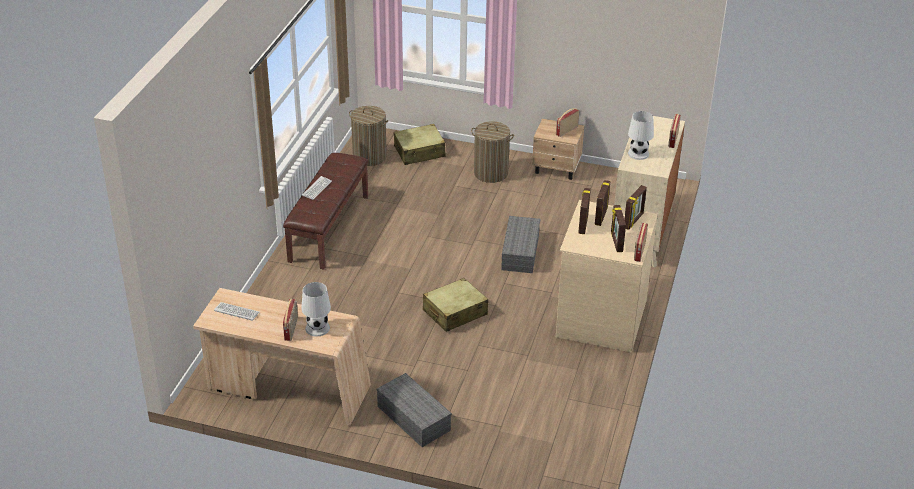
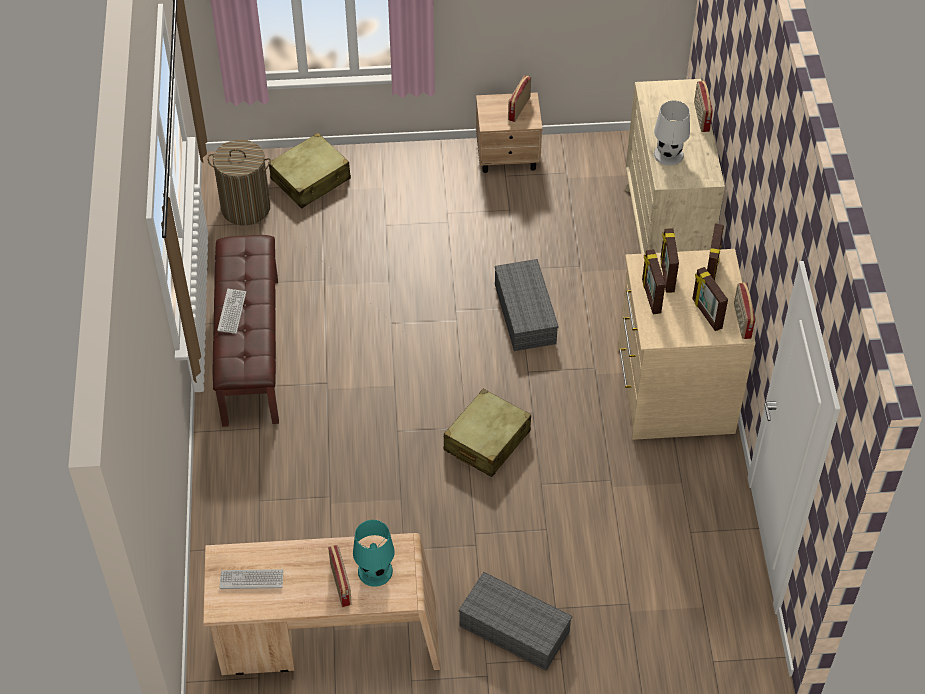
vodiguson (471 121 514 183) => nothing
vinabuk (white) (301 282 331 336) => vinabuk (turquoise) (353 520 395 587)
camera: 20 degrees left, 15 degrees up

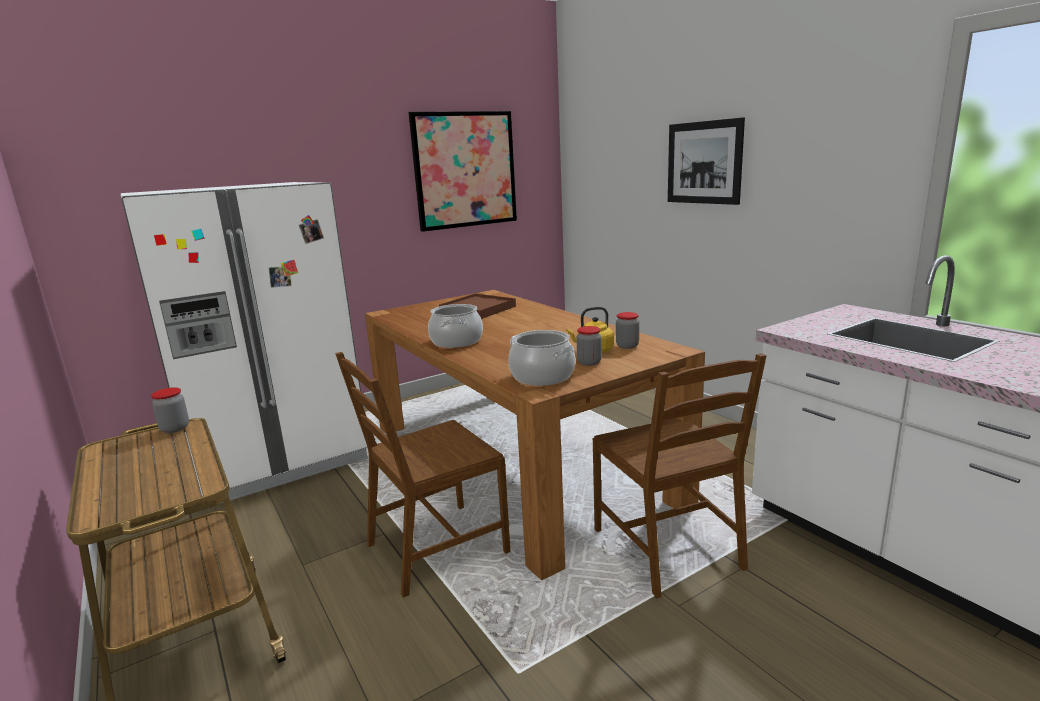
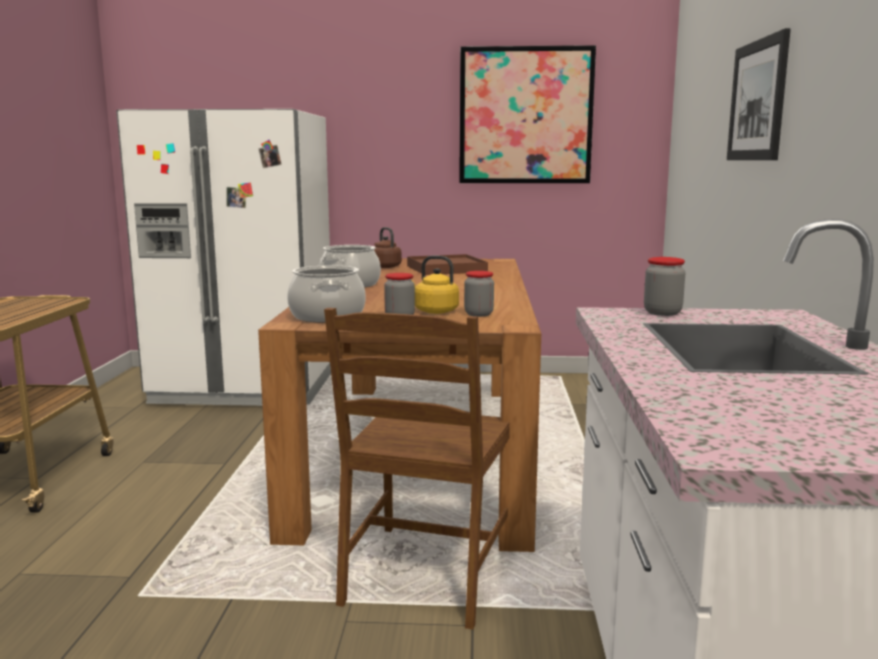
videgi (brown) (335 352 511 598) => nothing
nothing => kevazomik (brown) (374 227 402 268)
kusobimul (151 387 189 433) => kusobimul (644 257 686 316), move
camera: 35 degrees right, 5 degrees down

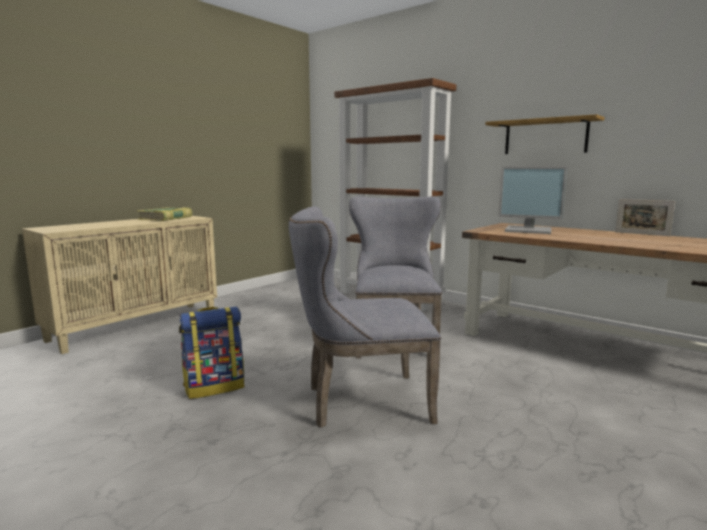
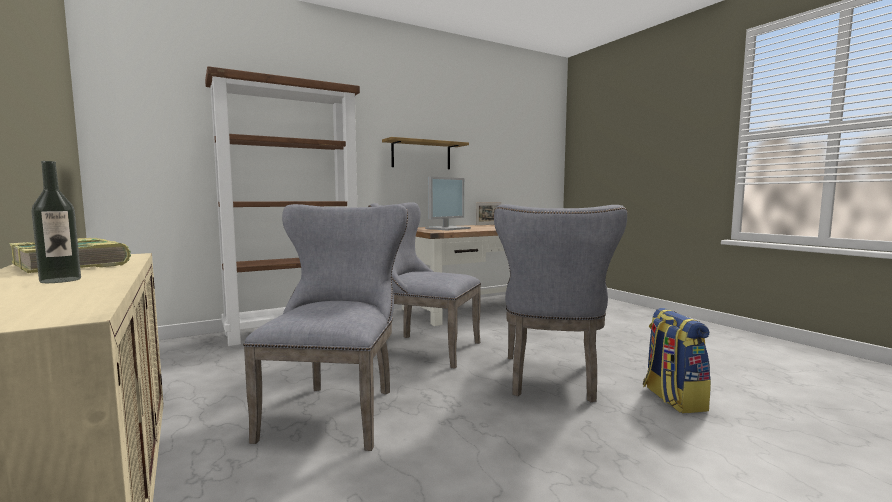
nothing => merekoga (31 161 81 283)
nothing => videgi (grey) (243 204 408 451)
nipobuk (179 307 244 399) => nipobuk (643 308 711 413), move
camera: 70 degrees left, 5 degrees down

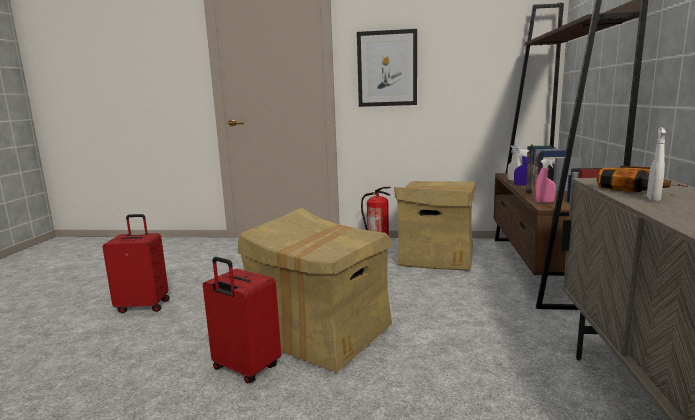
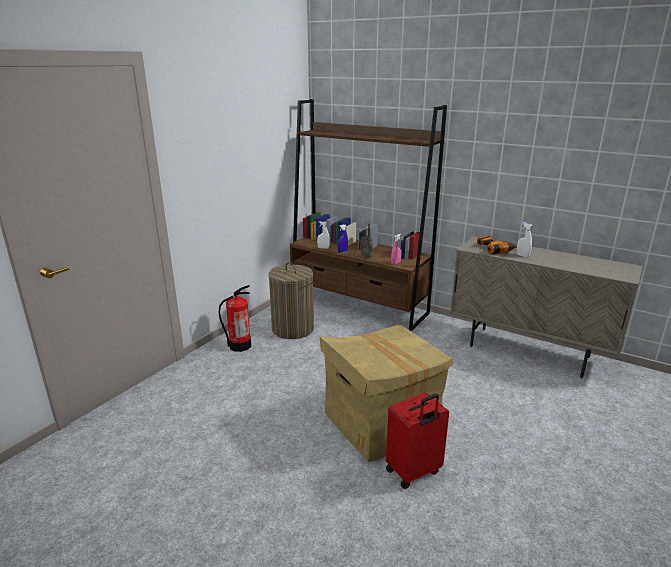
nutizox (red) (103 214 169 313) => nothing
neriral (357 29 417 107) => nothing
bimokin (394 181 476 271) => vodiguson (268 263 314 339)
camera: 65 degrees left, 10 degrees up

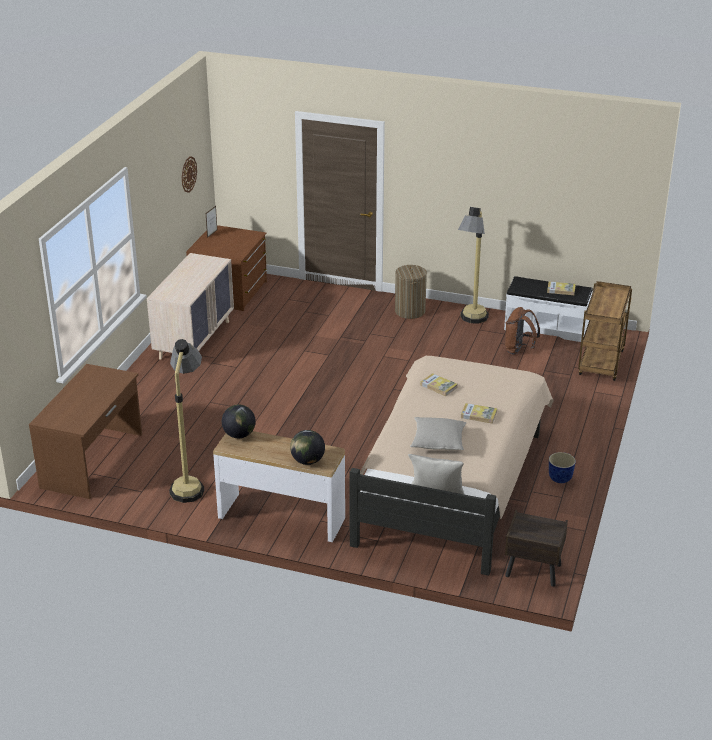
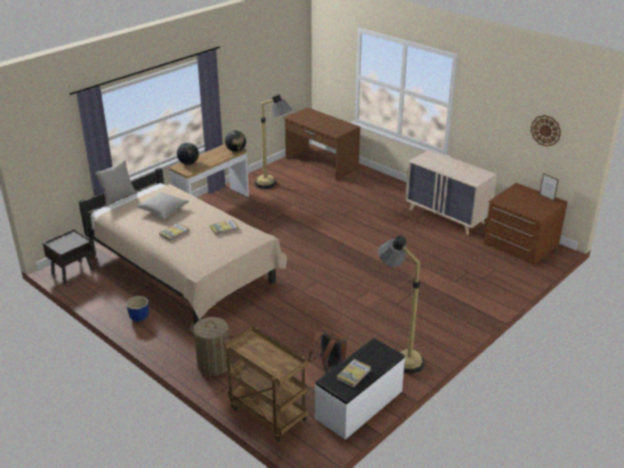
vodiguson (395 265 427 319) => vodiguson (190 317 231 376), move
camera: 115 degrees right, 0 degrees up

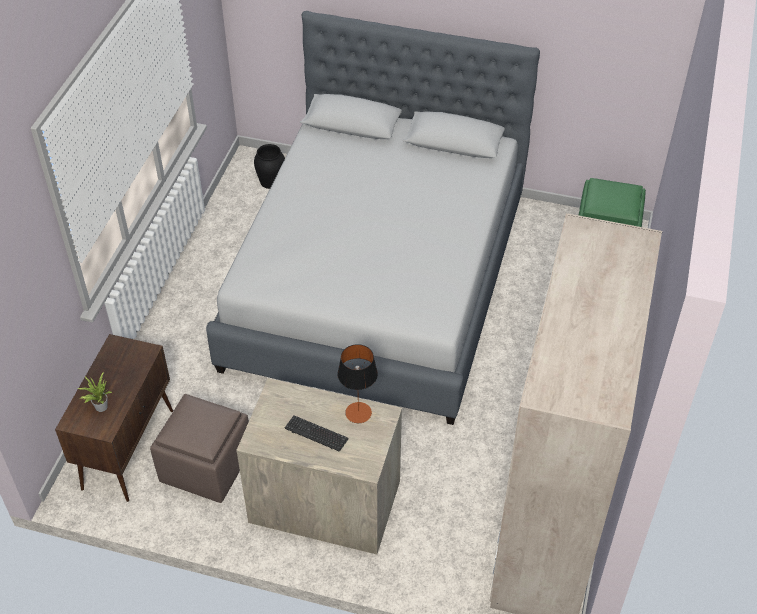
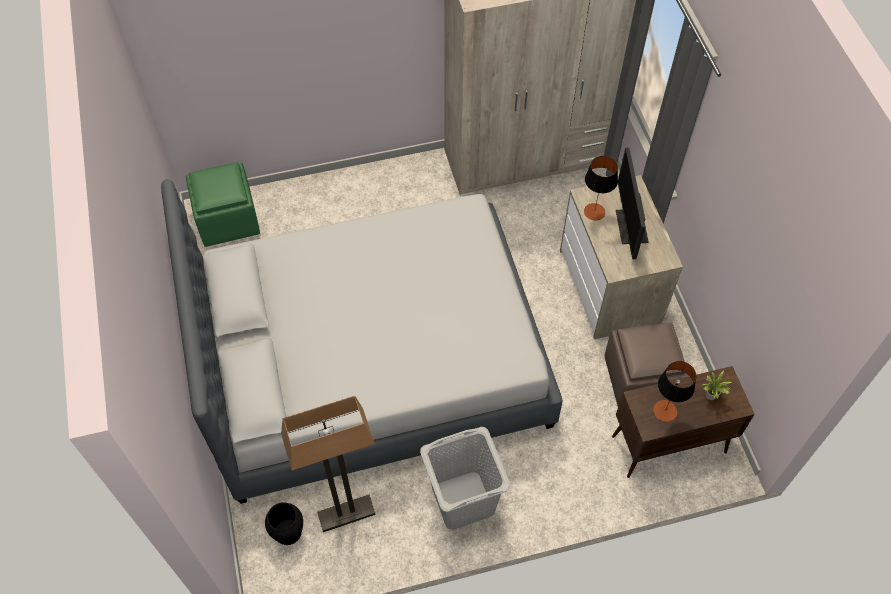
nothing => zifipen (281 396 376 532)
nothing => vodiguson (grey) (420 427 511 530)
nothing => vinabuk (653 361 696 422)
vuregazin (285 416 349 452) => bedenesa (616 148 649 259)
camera: 120 degrees left, 10 degrees up

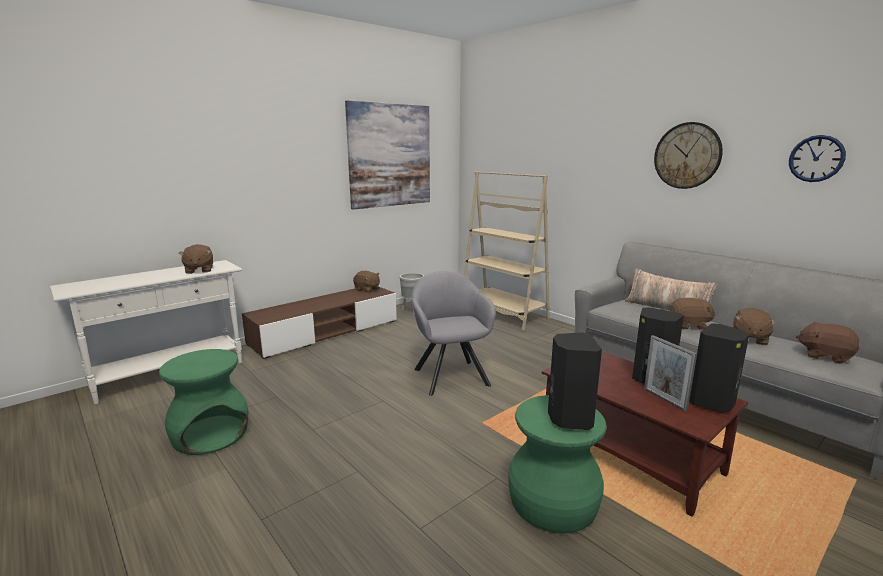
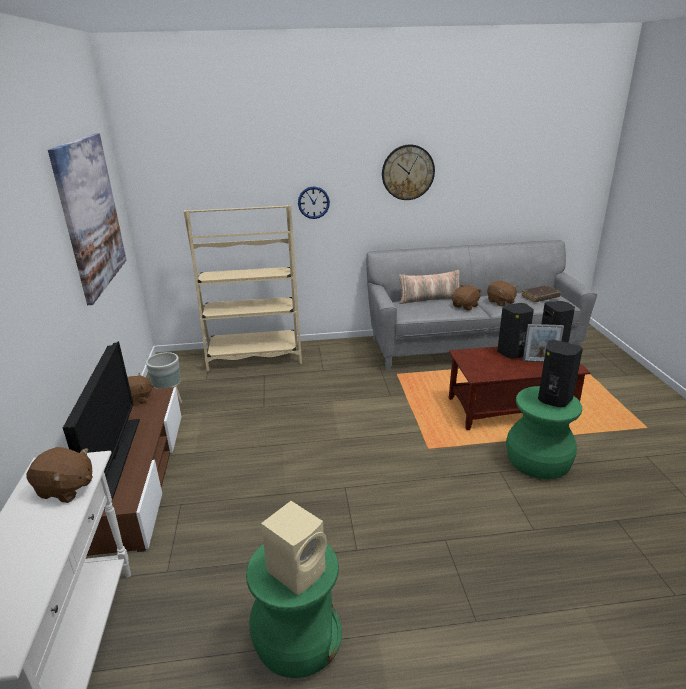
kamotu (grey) (411 271 496 396) => nothing
nothing => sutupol (63 341 140 499)
nothing => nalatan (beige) (261 501 327 596)
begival (789 135 846 182) => begival (298 187 330 219), move
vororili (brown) (796 322 860 364) => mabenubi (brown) (521 286 561 302)
camera: 55 degrees left, 10 degrees up

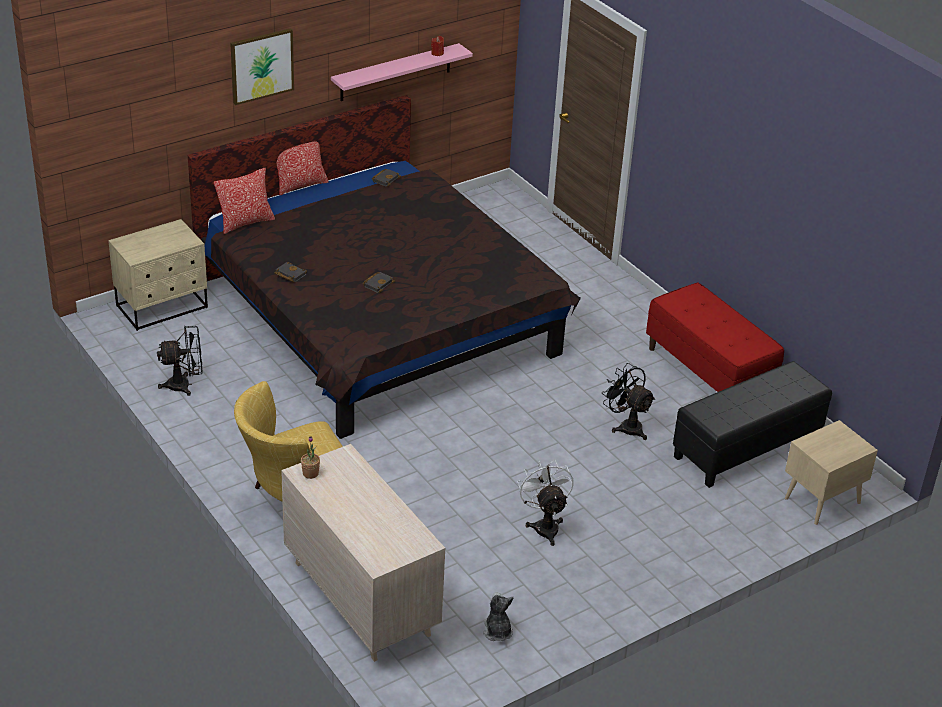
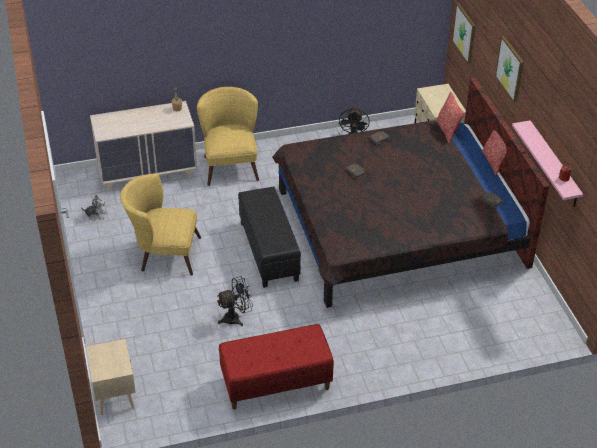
nothing => neriral (452 3 476 64)
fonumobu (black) (673 361 832 488) => fonumobu (black) (238 187 301 288), move
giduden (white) (518 459 574 546) => kamotu (yellow) (120 174 201 276)
camera: 110 degrees right, 5 degrees up

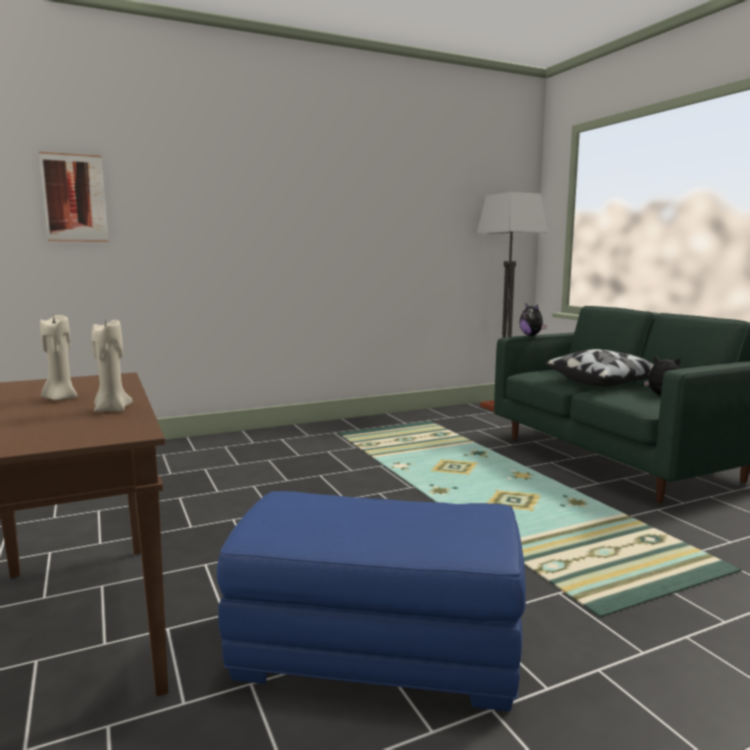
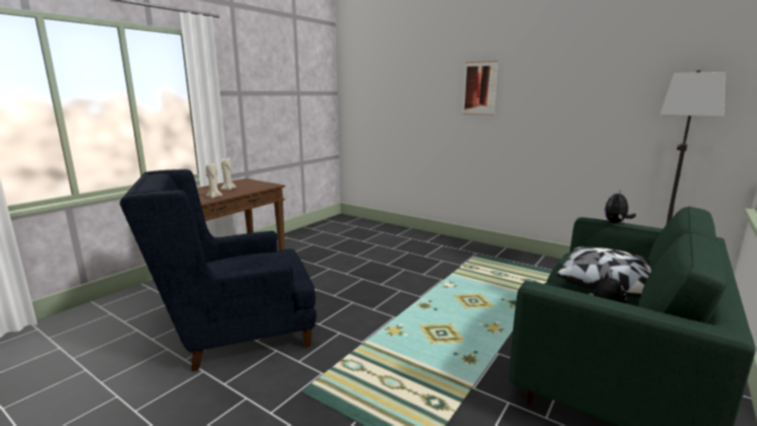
neriral (39 152 109 242) => neriral (463 61 498 115), move
fonumobu (blue) (217 491 526 711) => kamotu (blue) (120 169 317 371)
camera: 60 degrees right, 5 degrees up

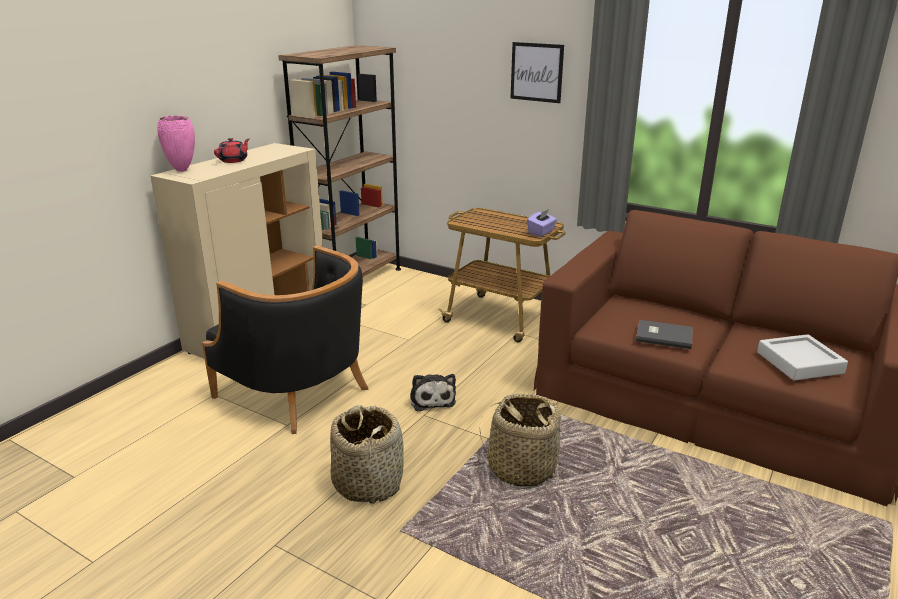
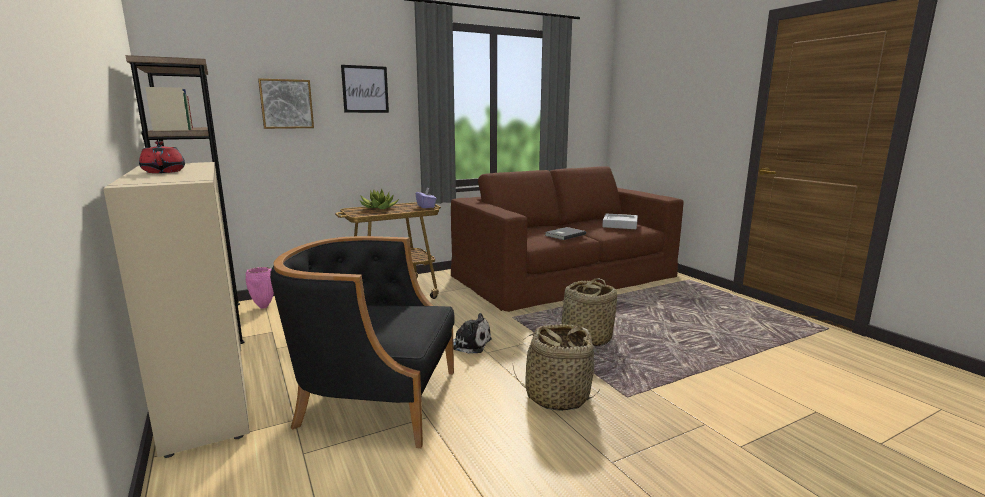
nothing => neriral (258 78 314 129)
nothing => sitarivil (360 189 399 209)
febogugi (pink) (157 116 195 172) => febogugi (pink) (246 267 274 309), move
kamotu (black) (202 245 368 434) => kamotu (black) (270 236 455 448), 150 degrees counterclockwise
camera: 60 degrees left, 10 degrees down

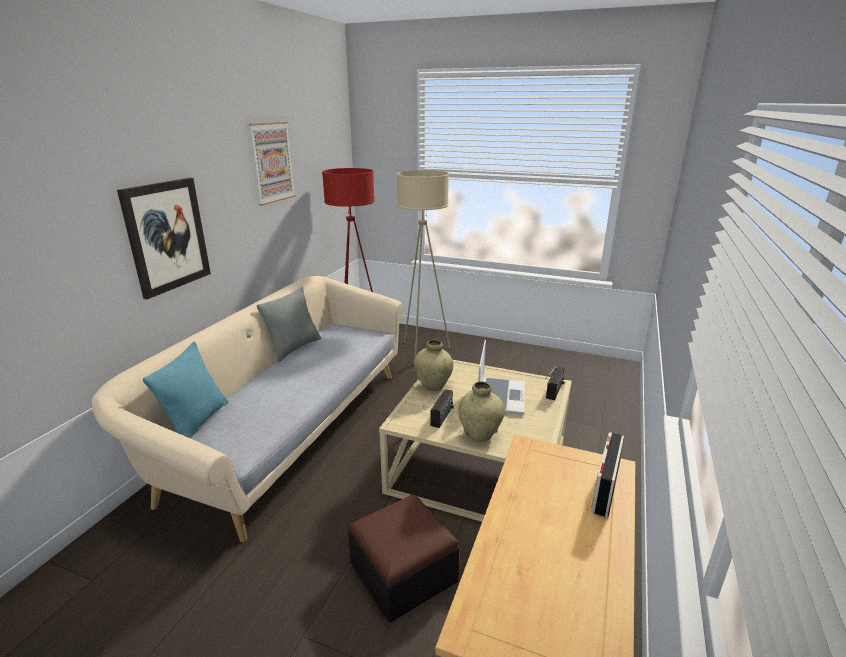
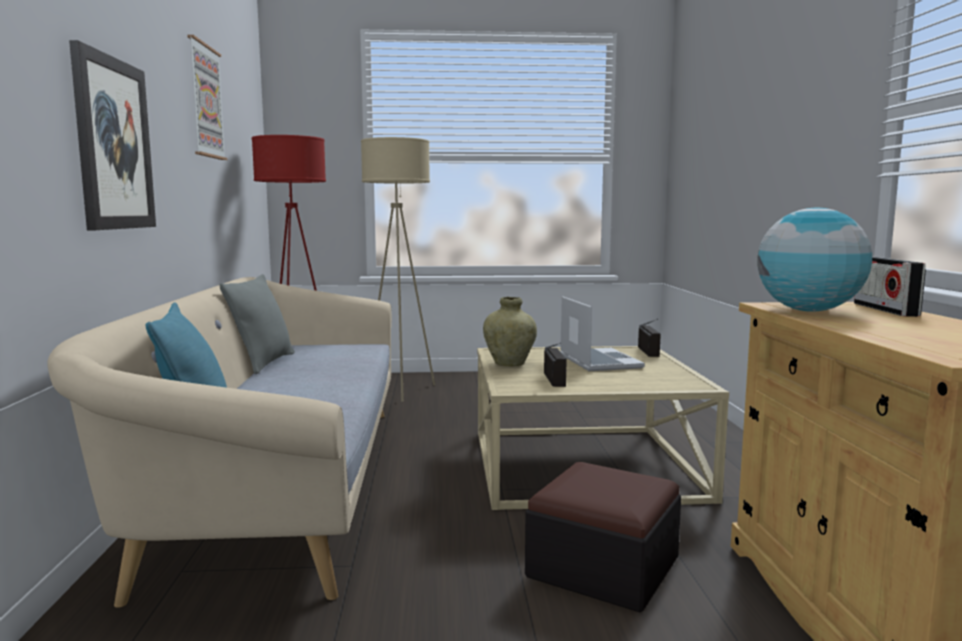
febogugi (beige) (458 381 505 442) => nothing
nothing => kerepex (757 207 872 312)
camera: 25 degrees left, 15 degrees down

